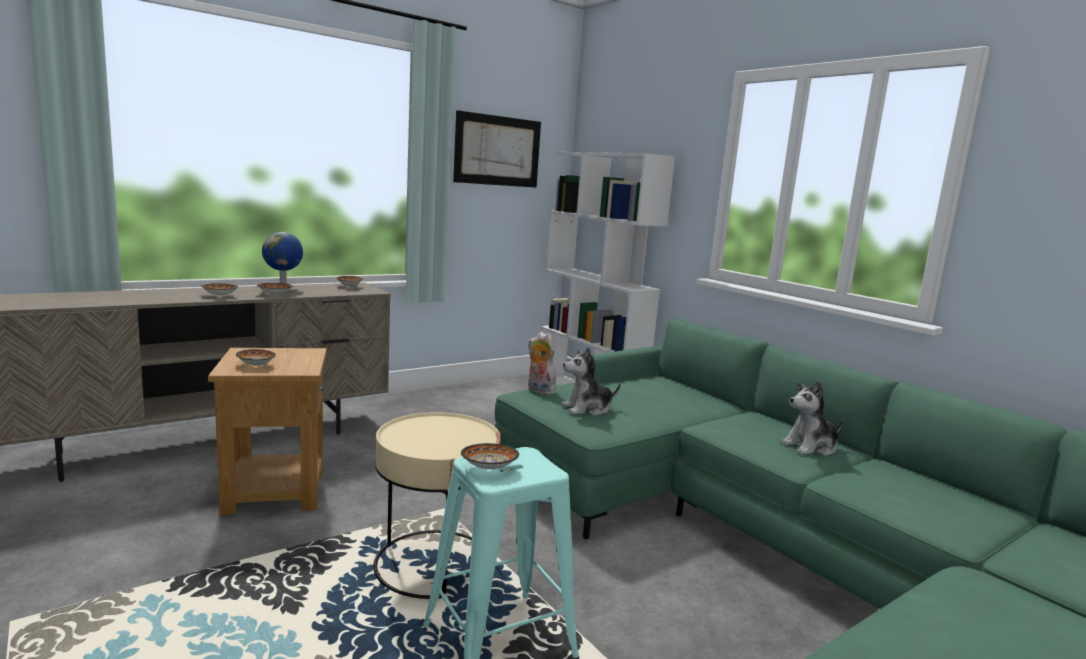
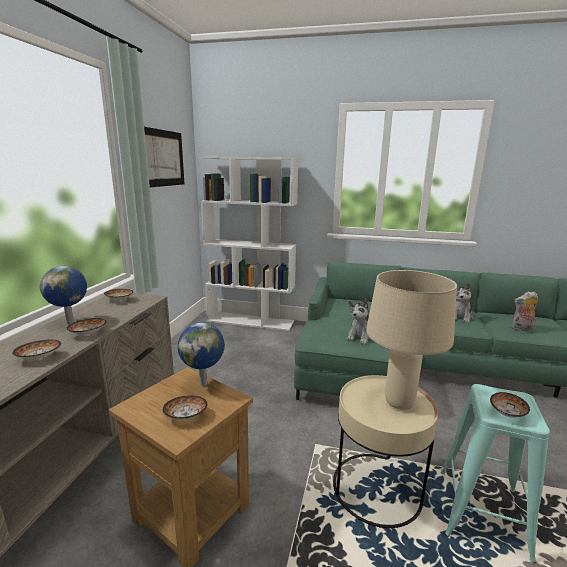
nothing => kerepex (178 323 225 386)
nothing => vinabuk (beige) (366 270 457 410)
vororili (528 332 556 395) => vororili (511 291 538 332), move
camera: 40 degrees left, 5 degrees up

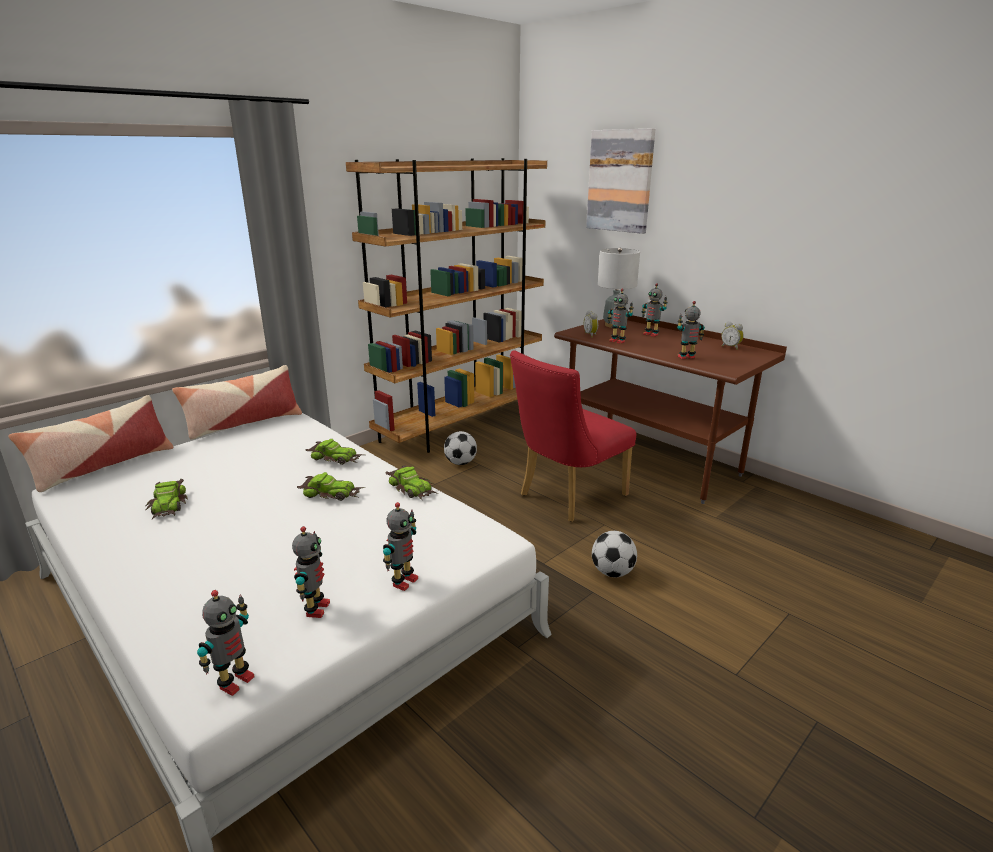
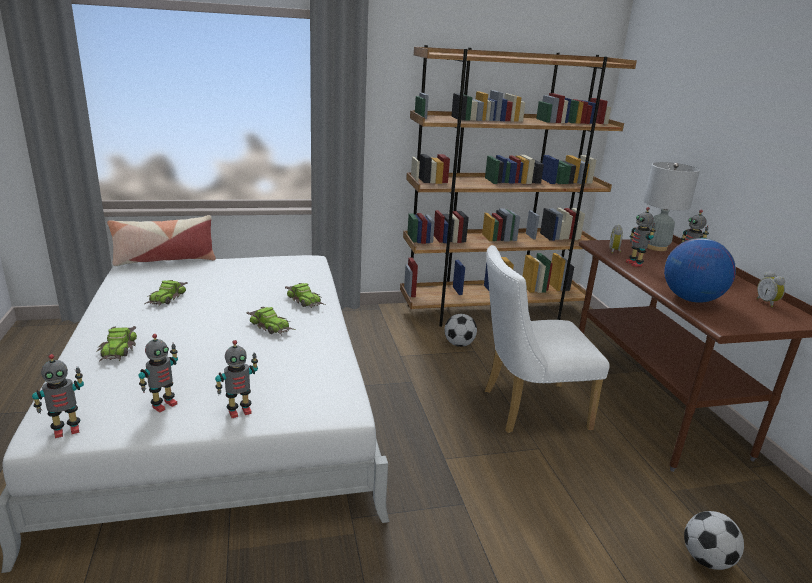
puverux (172 365 302 440) => nothing
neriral (586 128 656 234) => nothing
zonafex (385 466 438 500) => zonafex (96 326 137 361), move
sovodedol (592 531 637 577) => sovodedol (684 511 744 570), move
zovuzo (677 301 705 359) => kerepex (664 238 736 303)
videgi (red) (510 351 636 522) => videgi (white) (485 245 610 433)
camera: 30 degrees right, 0 degrees up

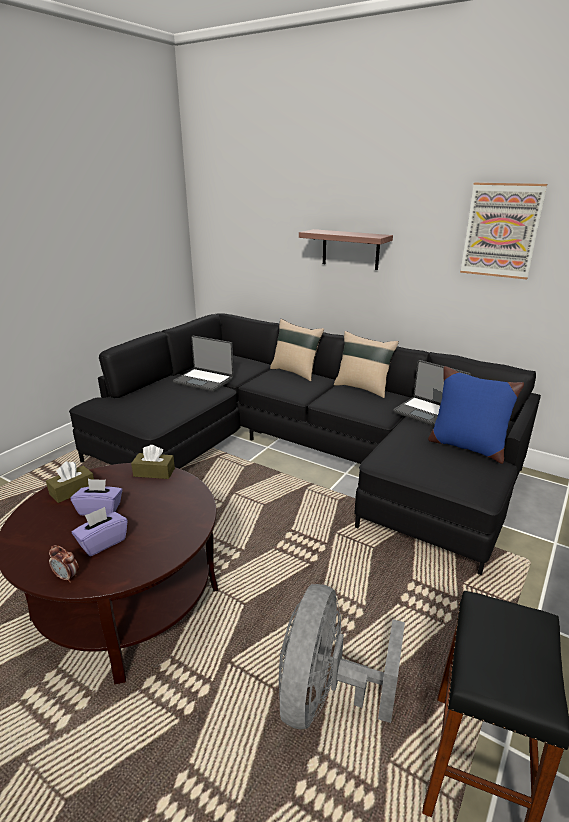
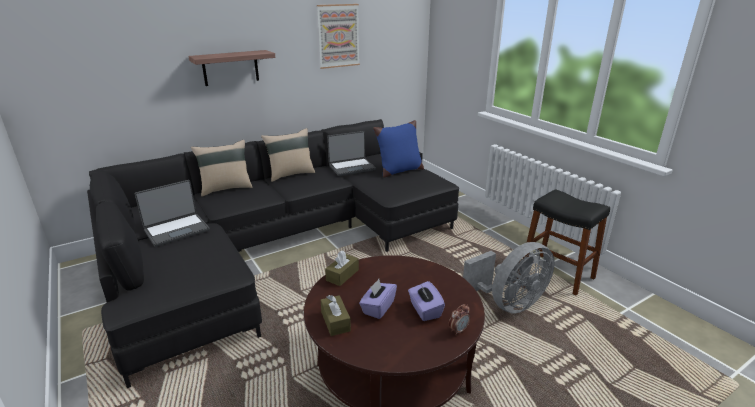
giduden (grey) (279 584 405 729) => giduden (grey) (463 242 555 313), 75 degrees counterclockwise
camera: 65 degrees left, 0 degrees up

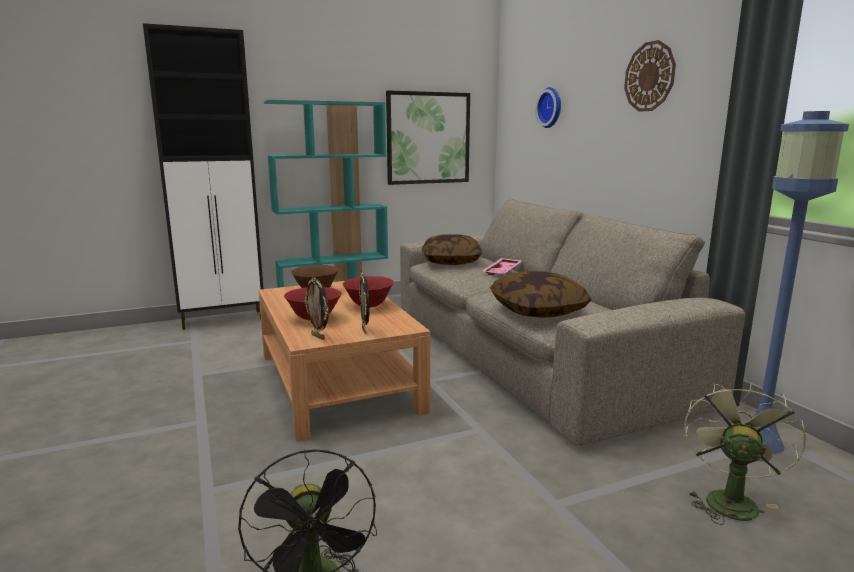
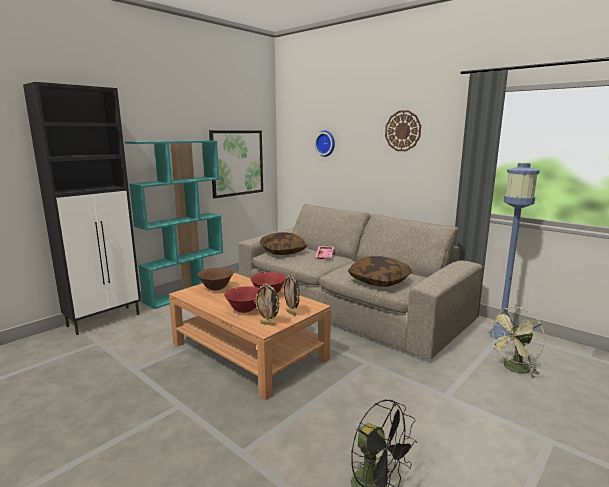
giduden (green) (684 380 806 525) => giduden (green) (487 307 545 378), 120 degrees counterclockwise
camera: 25 degrees left, 0 degrees up

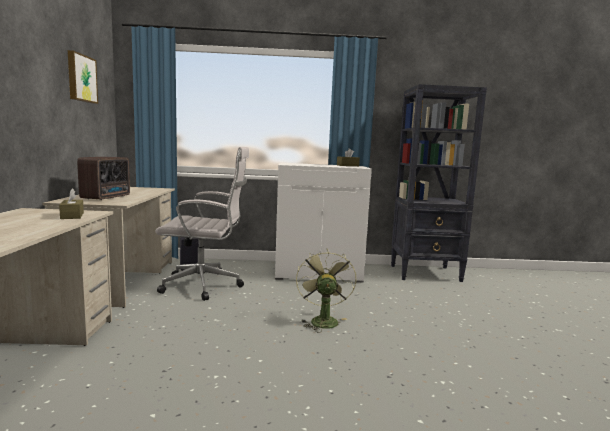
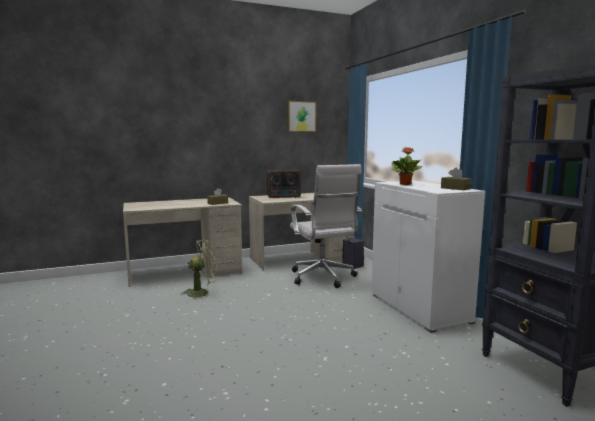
nothing => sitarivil (392 147 422 185)
giduden (green) (296 249 357 332) => giduden (green) (180 239 218 299), move
camera: 70 degrees right, 0 degrees up

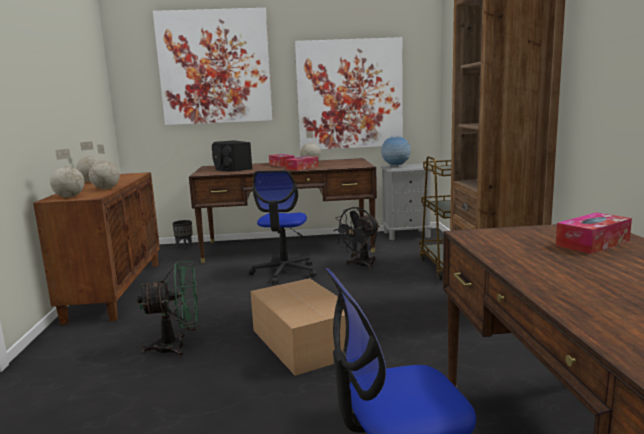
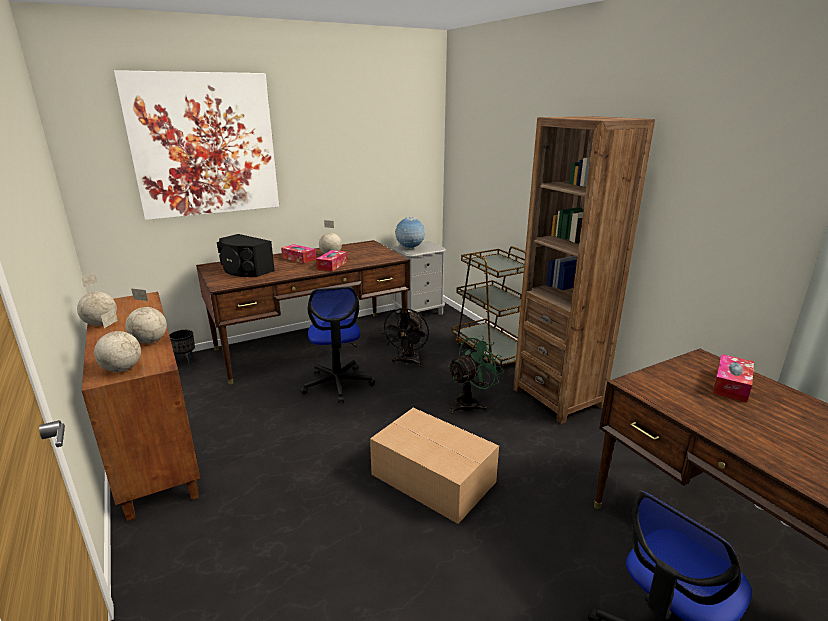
neriral (295 37 403 150) => nothing
giduden (green) (137 261 199 357) => giduden (green) (447 335 504 414), move
camera: 25 degrees left, 10 degrees up

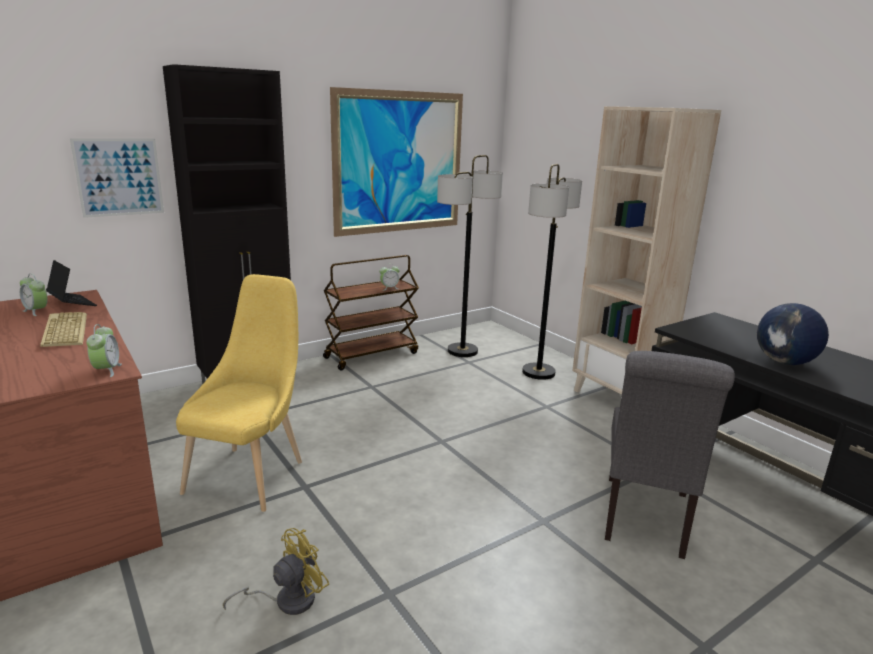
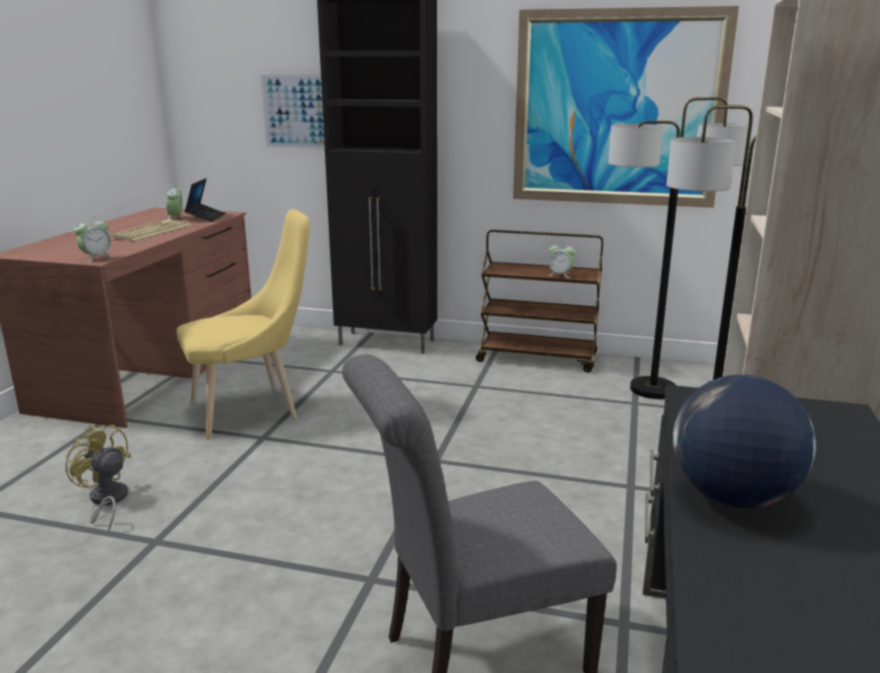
giduden (yellow) (223 528 329 615) => giduden (yellow) (66 424 131 531), 150 degrees counterclockwise
camera: 50 degrees right, 0 degrees up

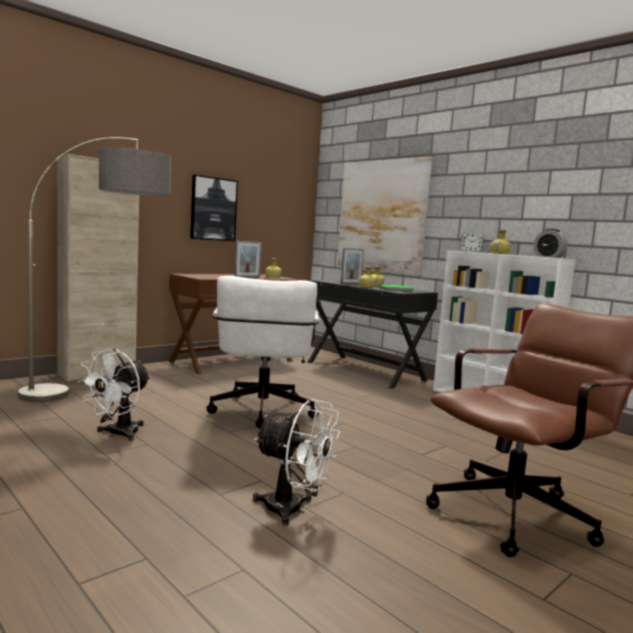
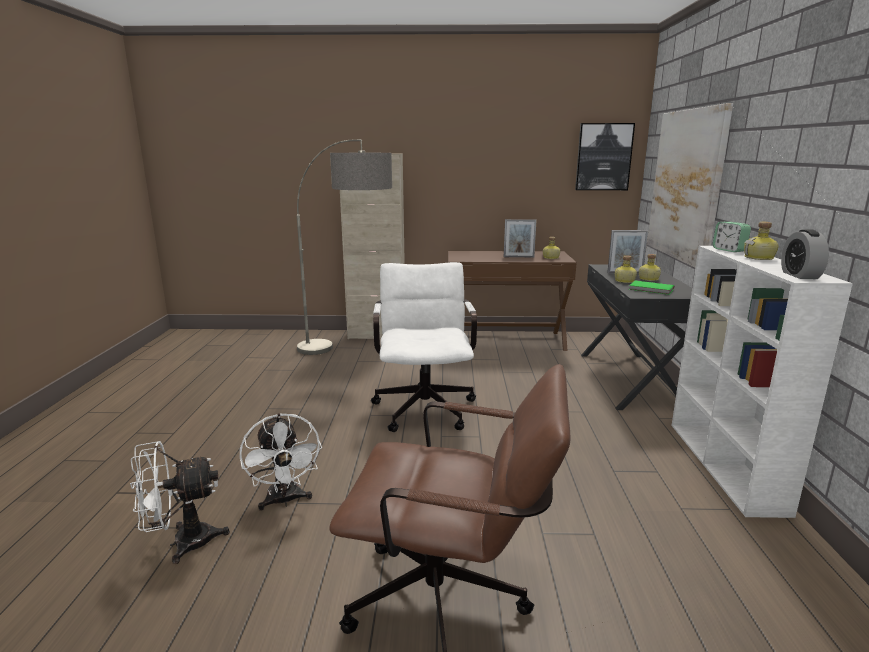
giduden (white) (77 349 151 441) => giduden (white) (130 441 230 564), move
neriral (190 175 238 241) => neriral (575 123 635 190), move
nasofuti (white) (206 276 320 429) => nasofuti (white) (371 262 477 432), 135 degrees clockwise
camera: 45 degrees right, 10 degrees up

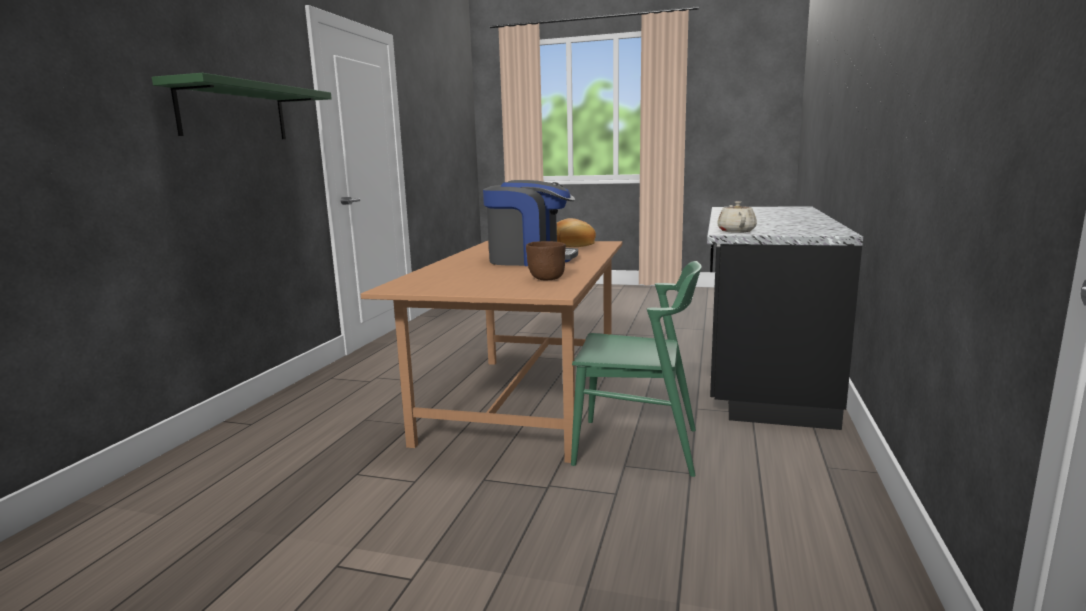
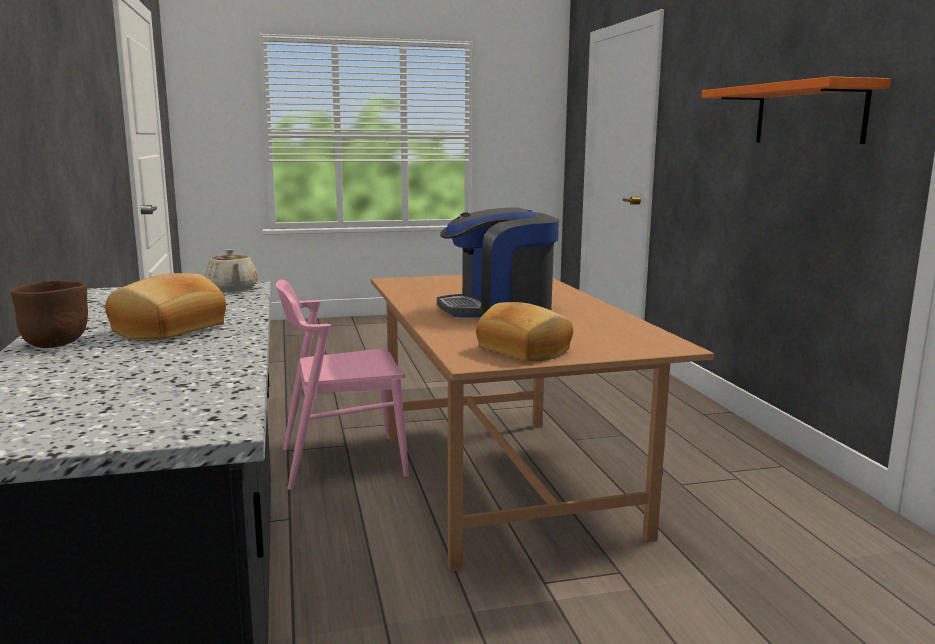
nothing => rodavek (105 273 226 341)
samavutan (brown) (526 241 566 280) => samavutan (brown) (11 280 88 348), move
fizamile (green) (152 73 332 139) => fizamile (orange) (701 76 891 144)
videgi (green) (571 261 702 477) => videgi (pink) (276 279 409 490)
camera: 150 degrees right, 0 degrees up

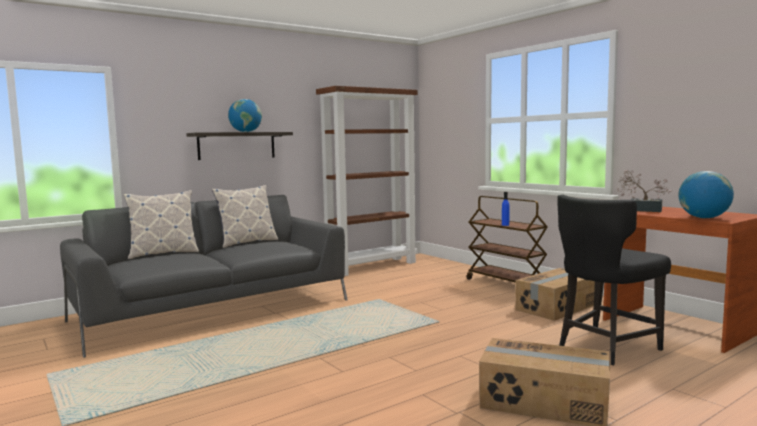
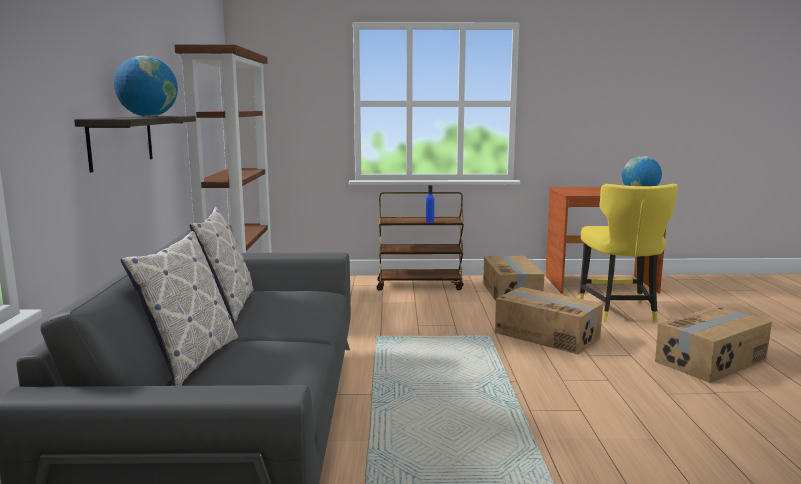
sitarivil (617 169 672 212) => nothing
nothing => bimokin (495 287 603 354)
videgi (black) (557 195 671 365) => videgi (yellow) (579 184 678 322)
camera: 55 degrees left, 5 degrees up

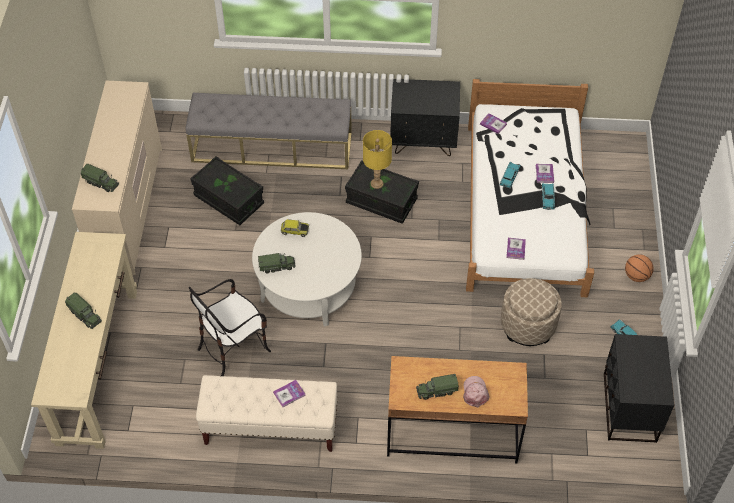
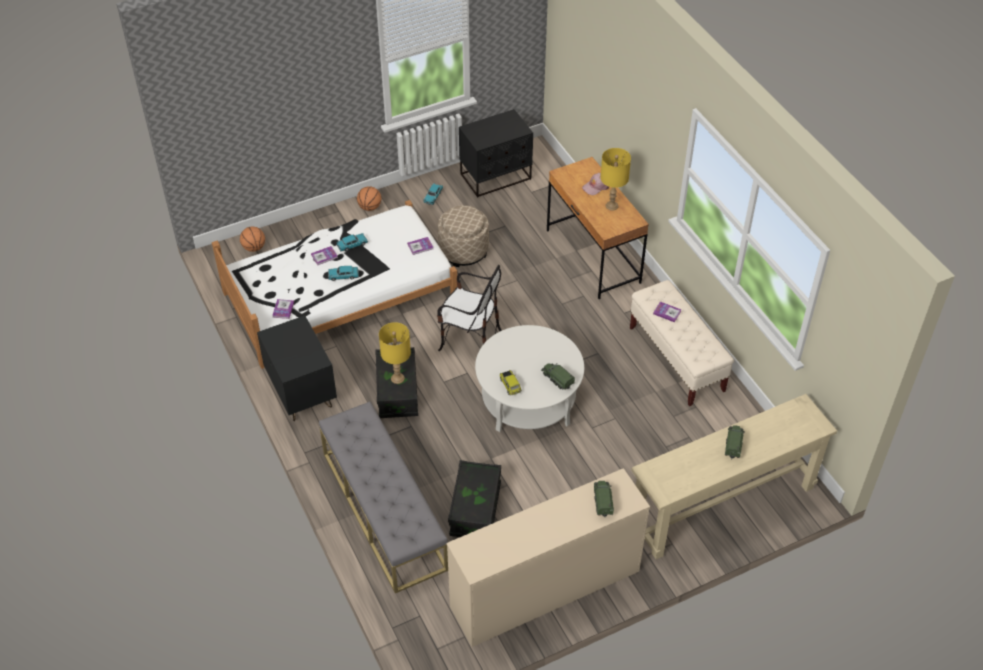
nothing => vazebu (240 227 265 252)
videgi (189 279 271 376) => videgi (437 265 502 351), move
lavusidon (416 374 459 400) => vinabuk (yellow) (600 148 631 211)
camera: 120 degrees left, 5 degrees down

